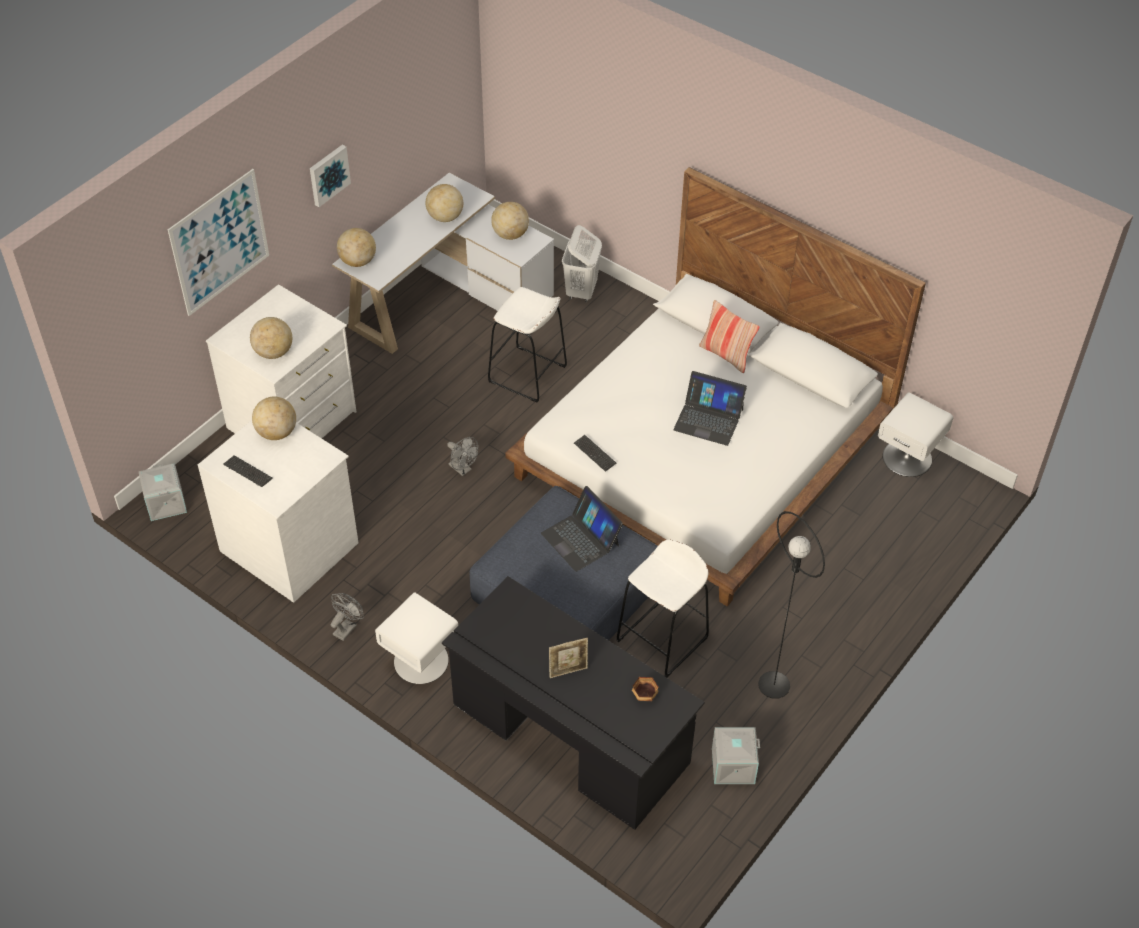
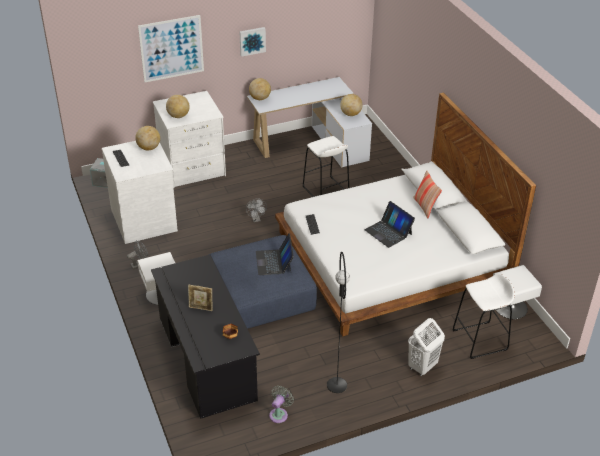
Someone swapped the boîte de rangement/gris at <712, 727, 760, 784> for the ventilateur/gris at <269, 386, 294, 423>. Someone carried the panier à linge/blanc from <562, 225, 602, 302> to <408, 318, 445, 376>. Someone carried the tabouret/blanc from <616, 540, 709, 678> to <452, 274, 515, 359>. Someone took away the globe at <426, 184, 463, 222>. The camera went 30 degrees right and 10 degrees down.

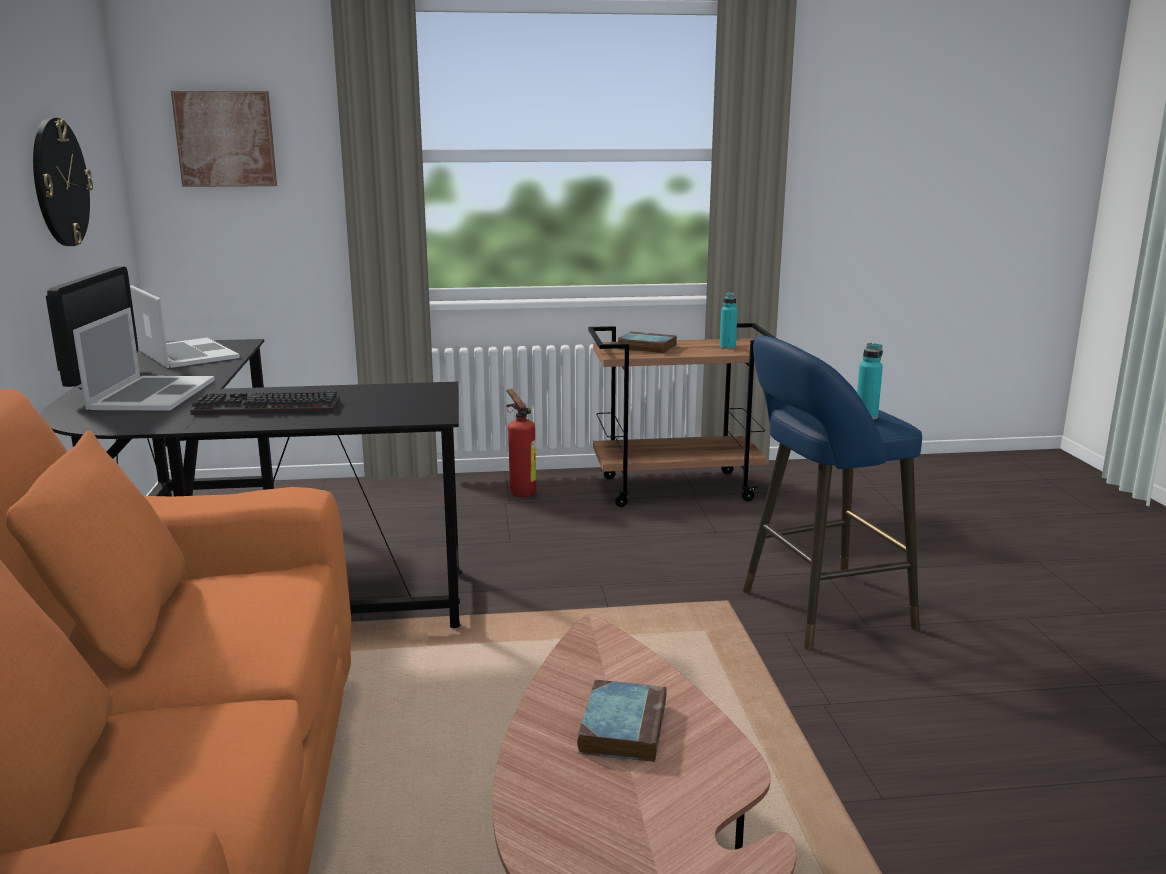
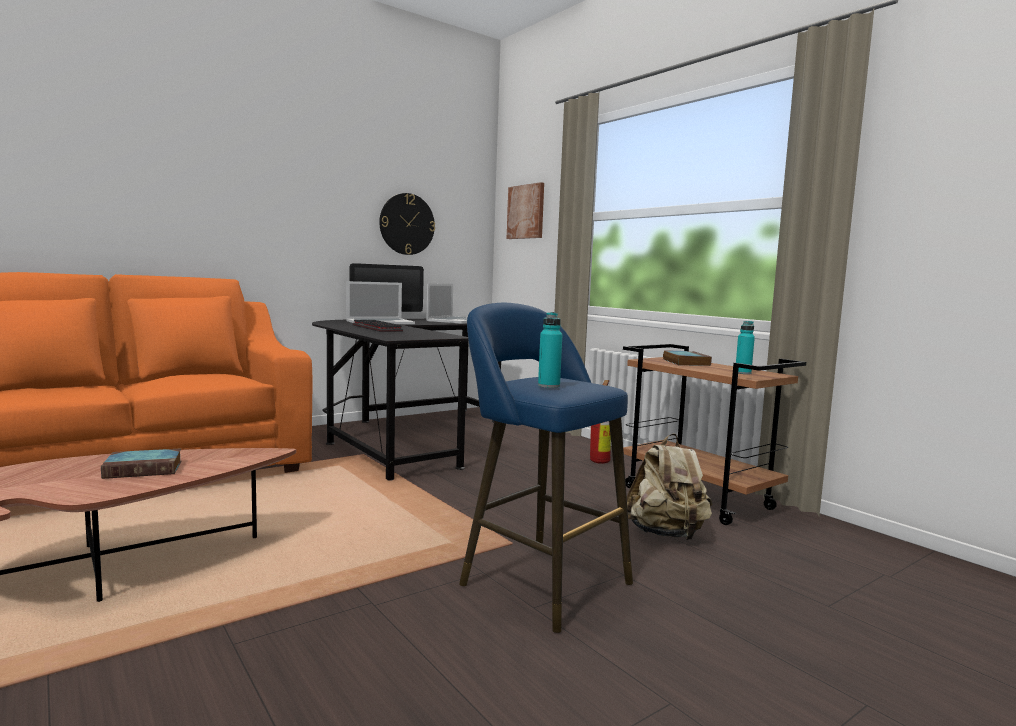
Someone put down the sac à dos/beige at <627, 433, 712, 540>. The camera went 60 degrees right and 10 degrees down.

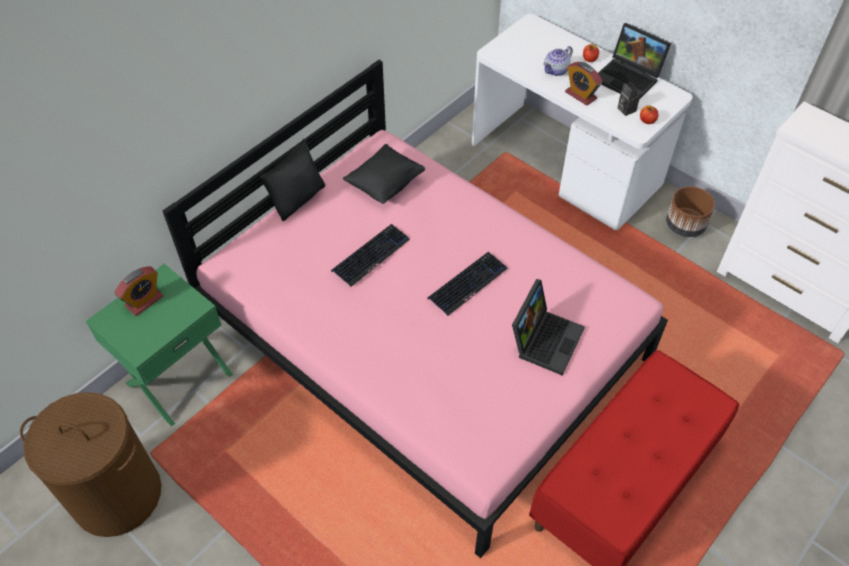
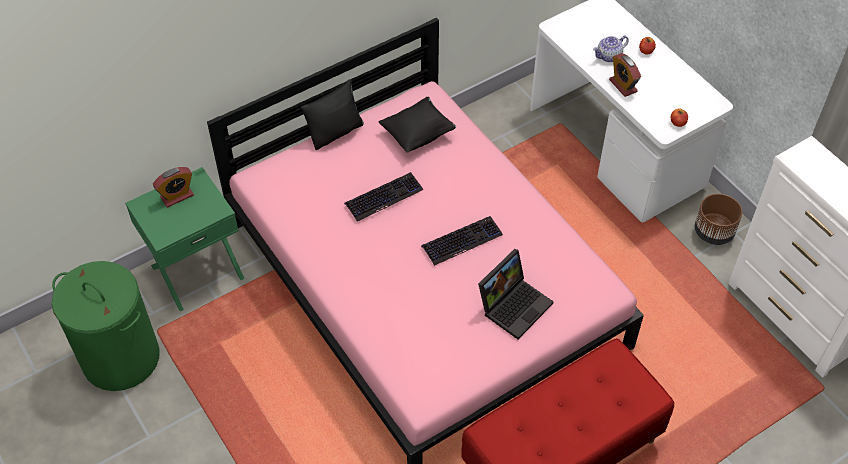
Someone repainted the panier à linge/marron at <20, 392, 161, 537>, which became the panier à linge/vert at <52, 261, 160, 391>. Someone took away the ordinateur portable at <598, 23, 671, 100>. Someone took away the appareil photo at <618, 82, 640, 116>. The camera went 15 degrees right and 0 degrees up.

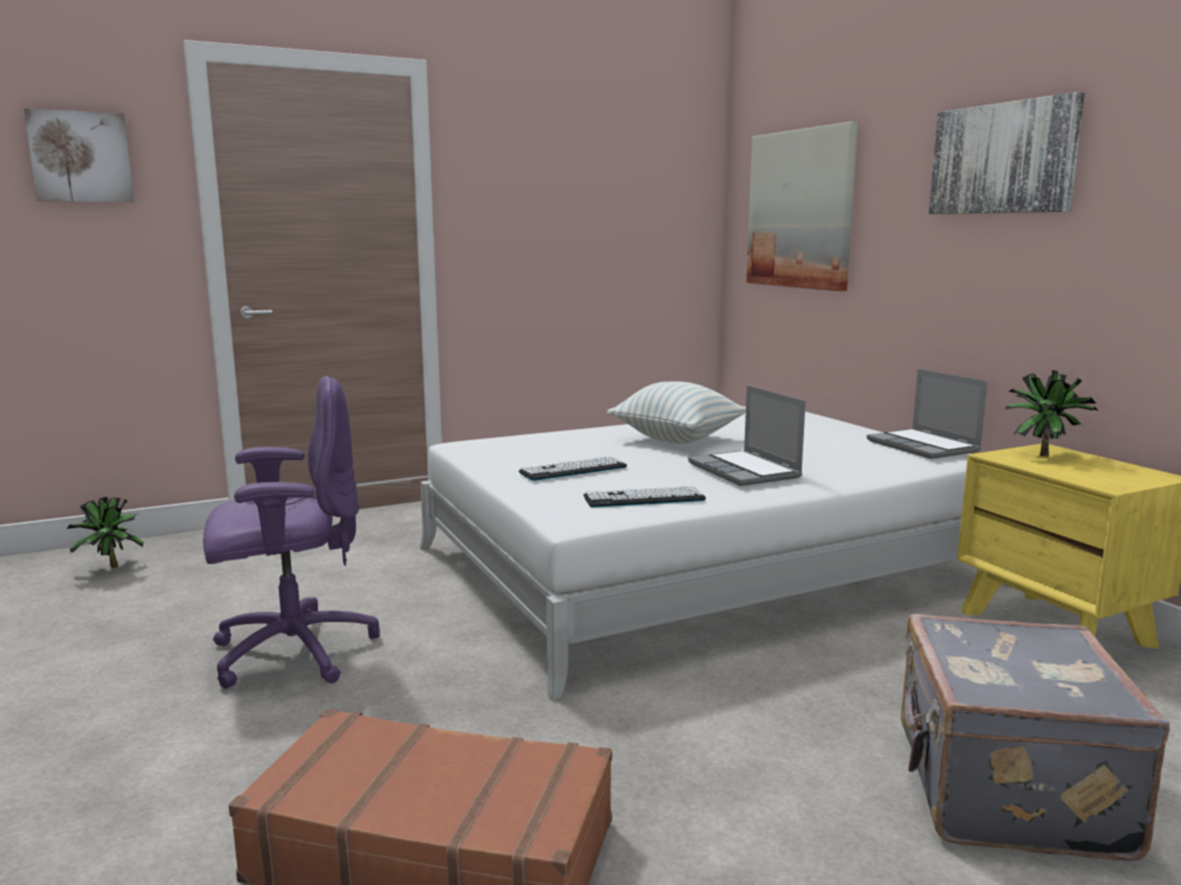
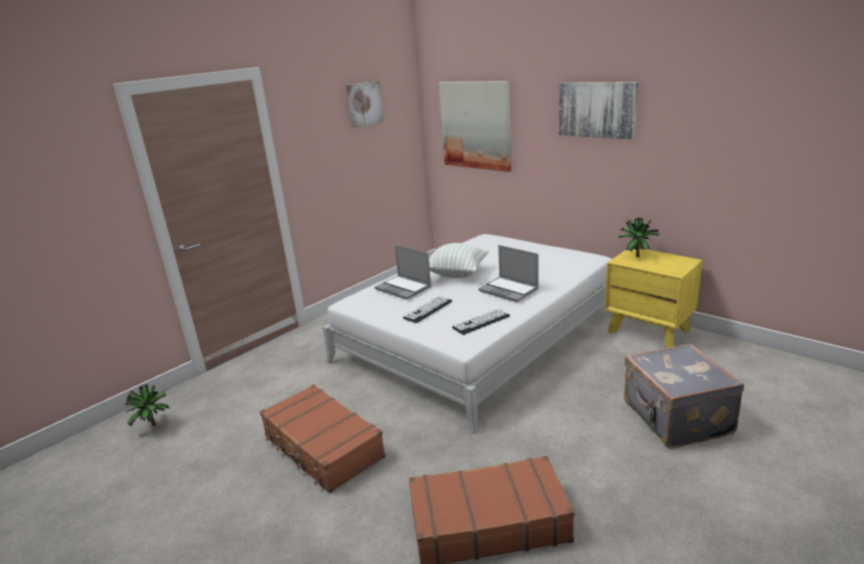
Someone swapped the chaise de bureau/violet at <203, 376, 380, 689> for the valise/marron at <260, 384, 386, 493>. Someone carried the tableau from <24, 108, 134, 202> to <346, 81, 384, 128>. Someone carried the ordinateur portable from <867, 369, 988, 459> to <375, 245, 431, 300>. The camera went 20 degrees left and 10 degrees up.

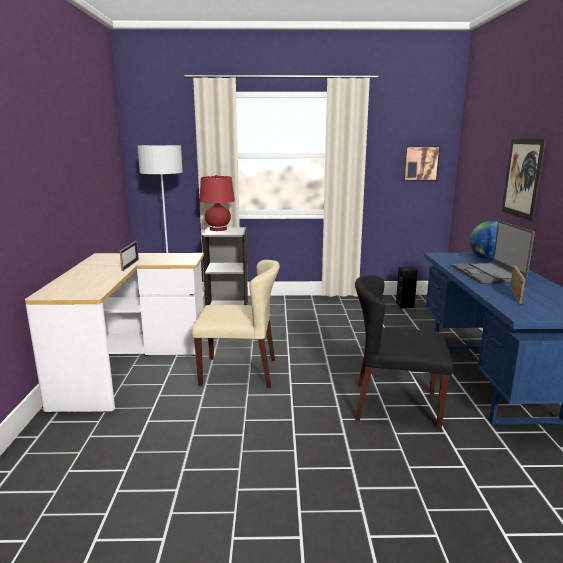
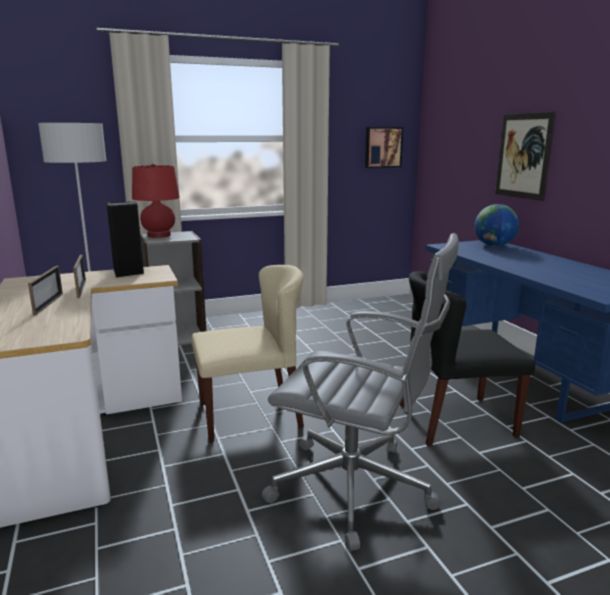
Someone carried the cadre photo from <510, 265, 526, 304> to <28, 266, 63, 316>. Someone carried the enceinte/noir from <396, 267, 418, 309> to <106, 202, 144, 277>. Someone put down the chaise de bureau/gris at <262, 233, 459, 551>. Someone took away the ordinateur portable at <453, 221, 535, 284>. The camera went 20 degrees left and 0 degrees up.

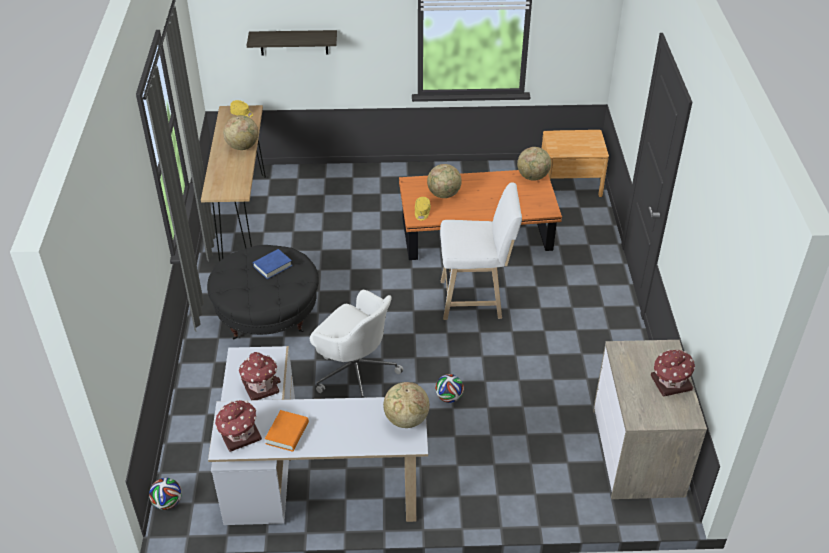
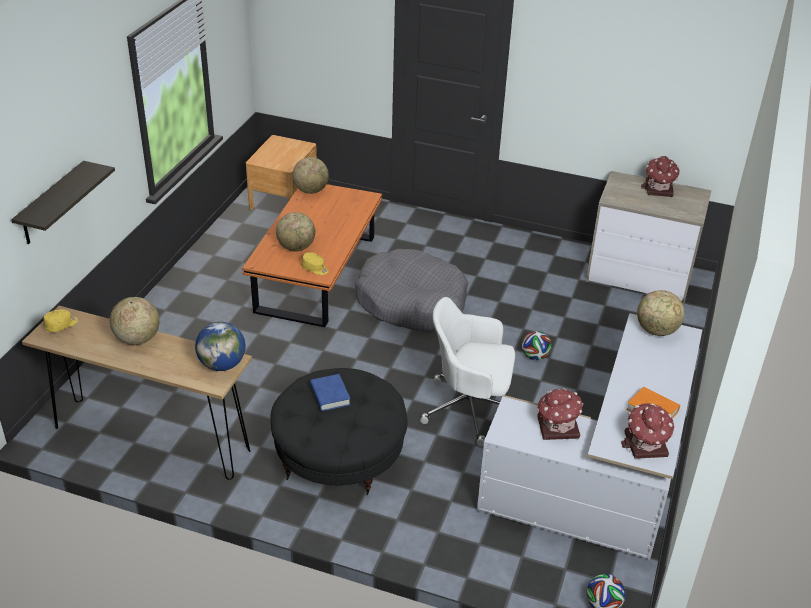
Someone put down the globe at <195, 322, 245, 371>. Someone swapped the tabouret/blanc at <440, 182, 522, 320> for the panier pour chien/gris at <355, 249, 468, 333>. Someone rotated the chaise de bureau/blanc at <310, 290, 403, 398> by 135 degrees counterclockwise. The camera went 70 degrees left and 5 degrees down.

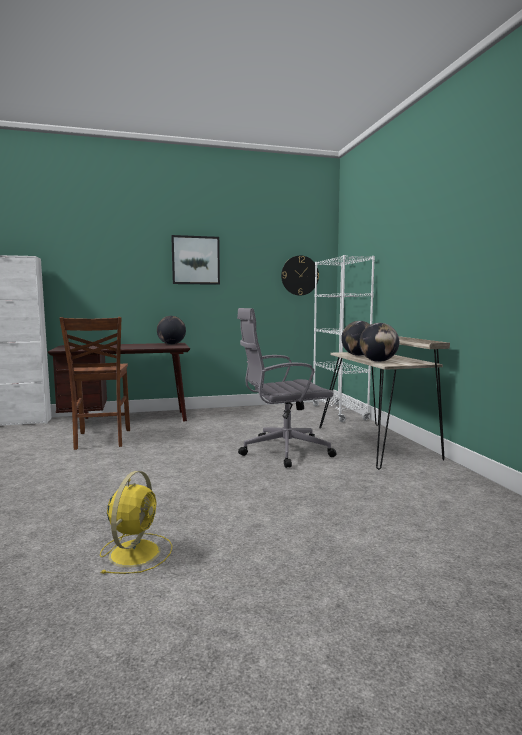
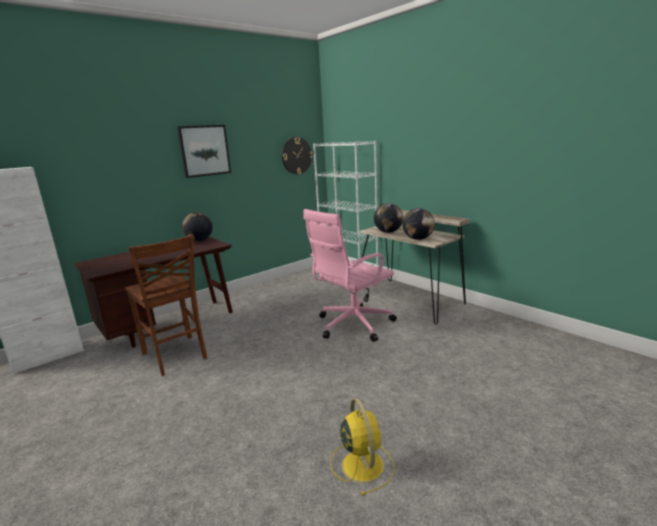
Someone repainted the chaise de bureau/gris at <237, 308, 337, 468>, which became the chaise de bureau/rose at <303, 209, 397, 342>. The camera went 25 degrees left and 10 degrees up.

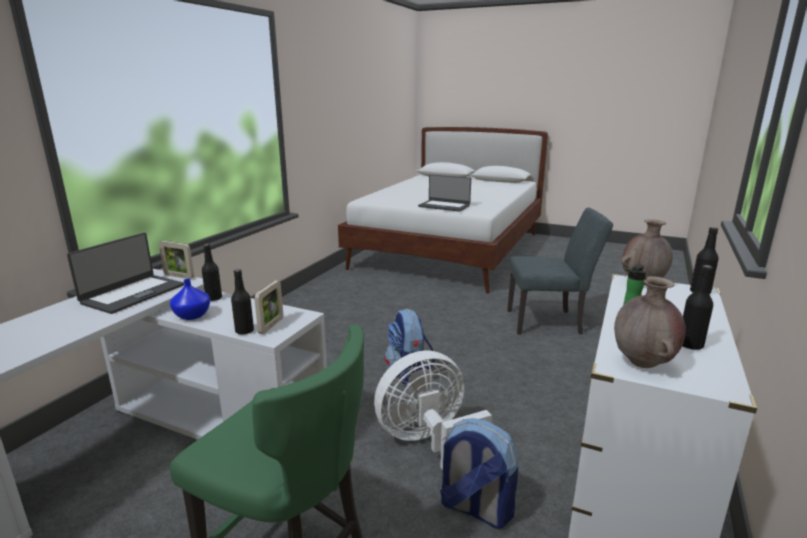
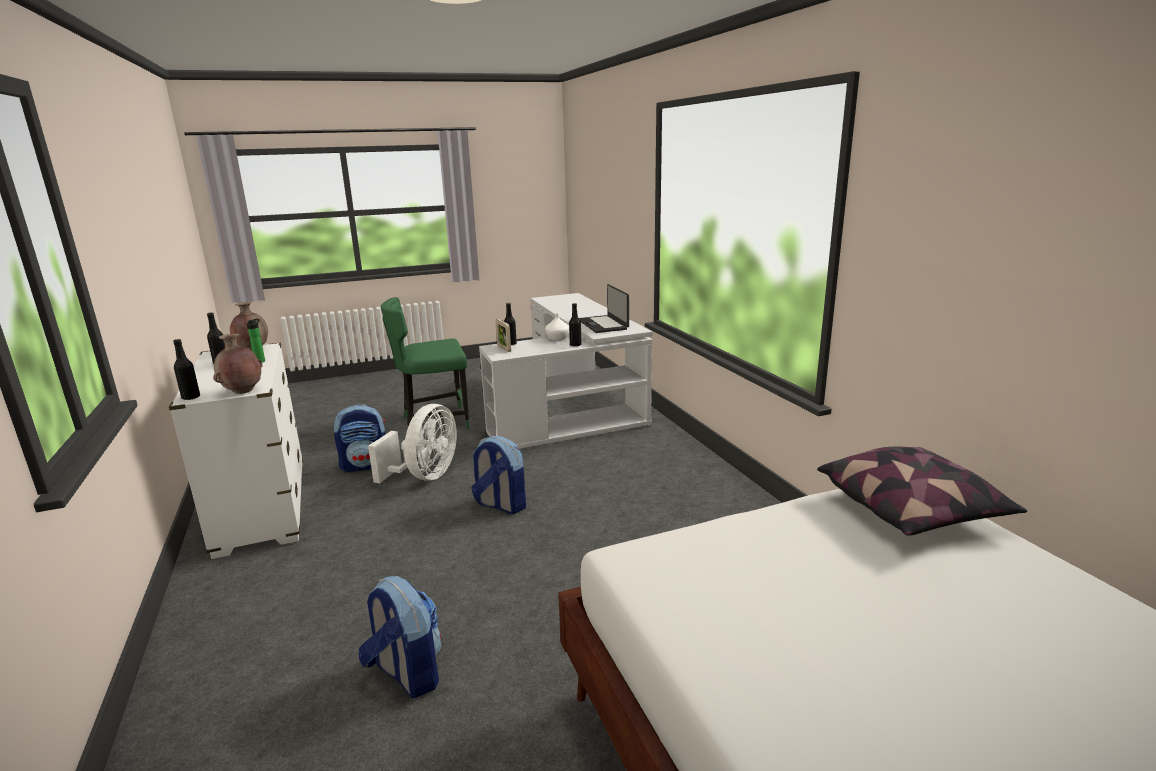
Someone swapped the chaise/gris at <507, 208, 613, 335> for the sac à dos at <359, 576, 441, 698>. Someone repainted the vase/bleu at <170, 279, 210, 320>, which became the vase/blanc at <545, 313, 569, 341>. Someone put down the coussin at <817, 447, 1027, 536>. Someone took away the cadre photo at <159, 241, 194, 279>. Someone took away the ordinateur portable at <418, 174, 471, 212>. The camera went 135 degrees right and 0 degrees up.

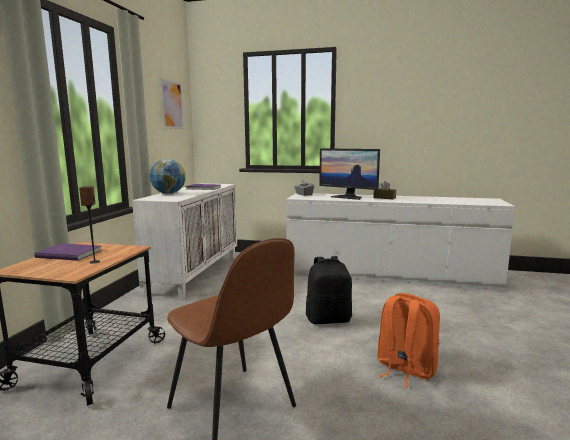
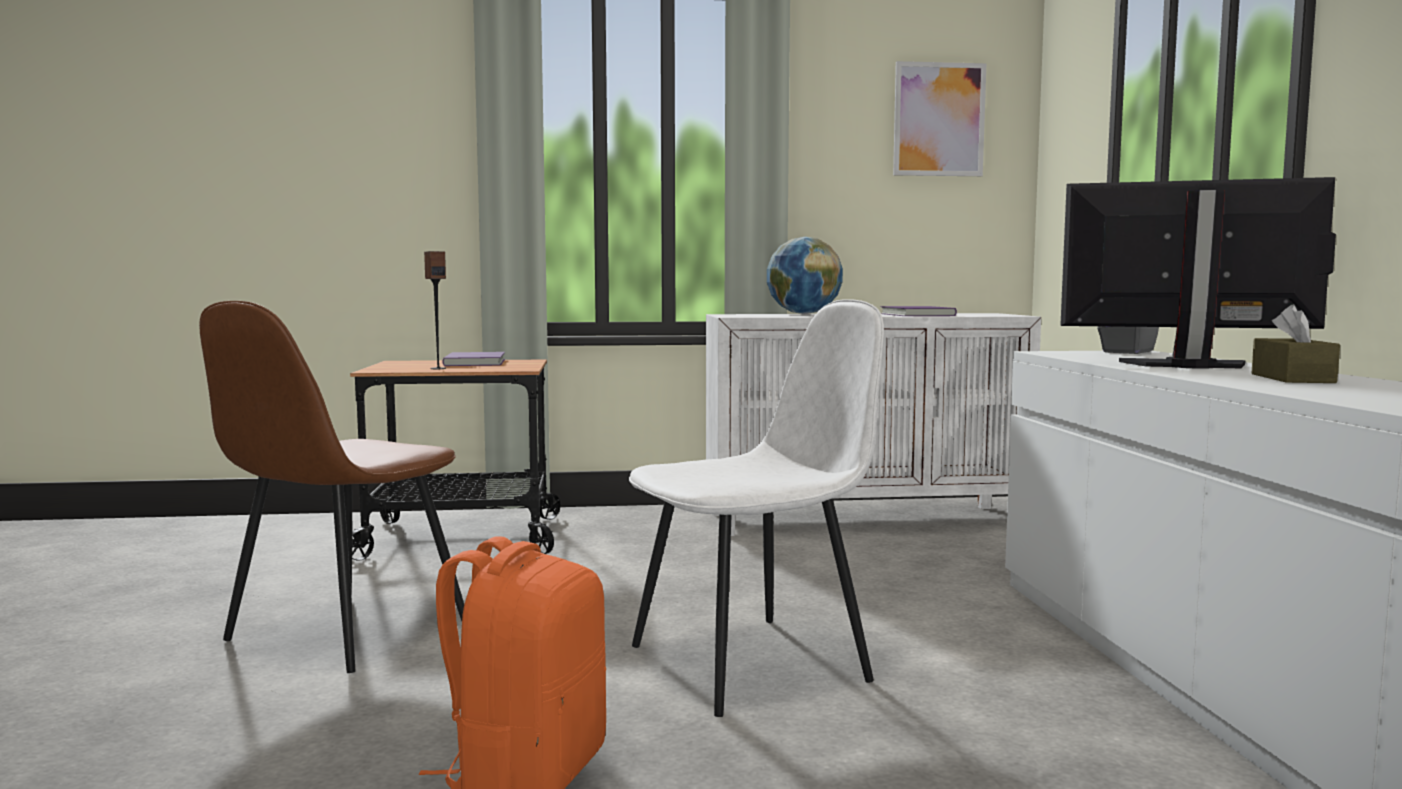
Someone swapped the sac à dos/noir at <306, 256, 352, 324> for the chaise/blanc at <629, 299, 884, 717>. Someone rotated the écran d'ordinateur at <319, 148, 380, 200> by 90 degrees clockwise. The camera went 70 degrees right and 5 degrees down.

